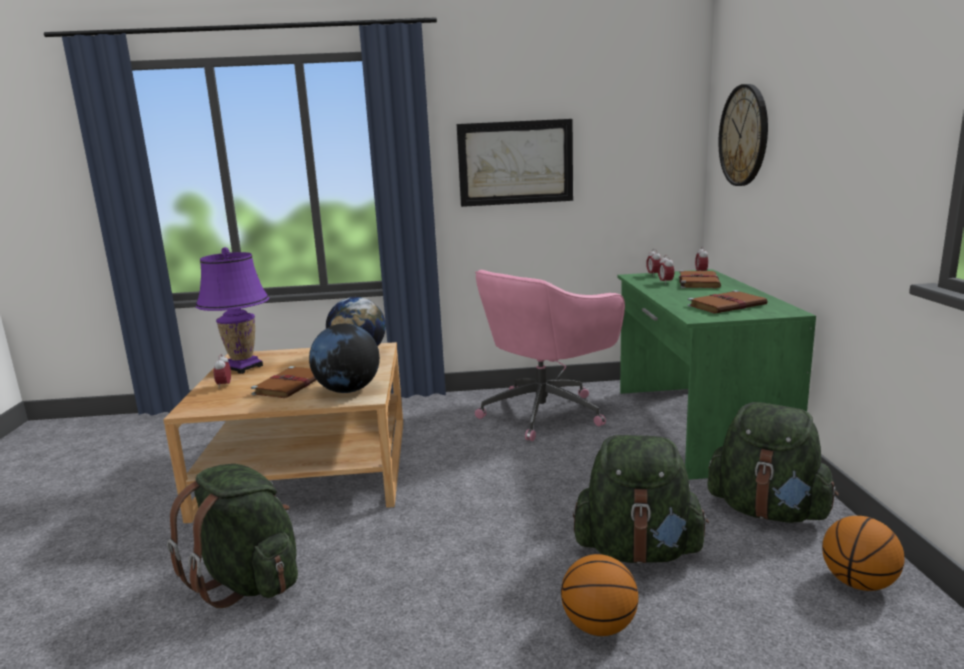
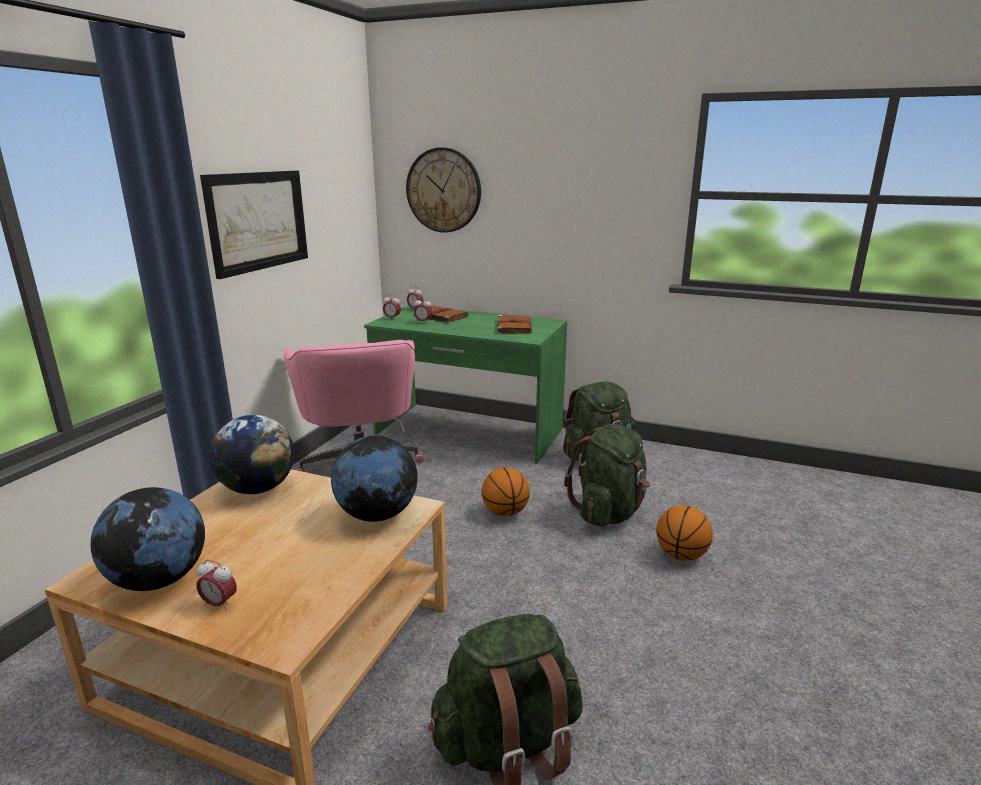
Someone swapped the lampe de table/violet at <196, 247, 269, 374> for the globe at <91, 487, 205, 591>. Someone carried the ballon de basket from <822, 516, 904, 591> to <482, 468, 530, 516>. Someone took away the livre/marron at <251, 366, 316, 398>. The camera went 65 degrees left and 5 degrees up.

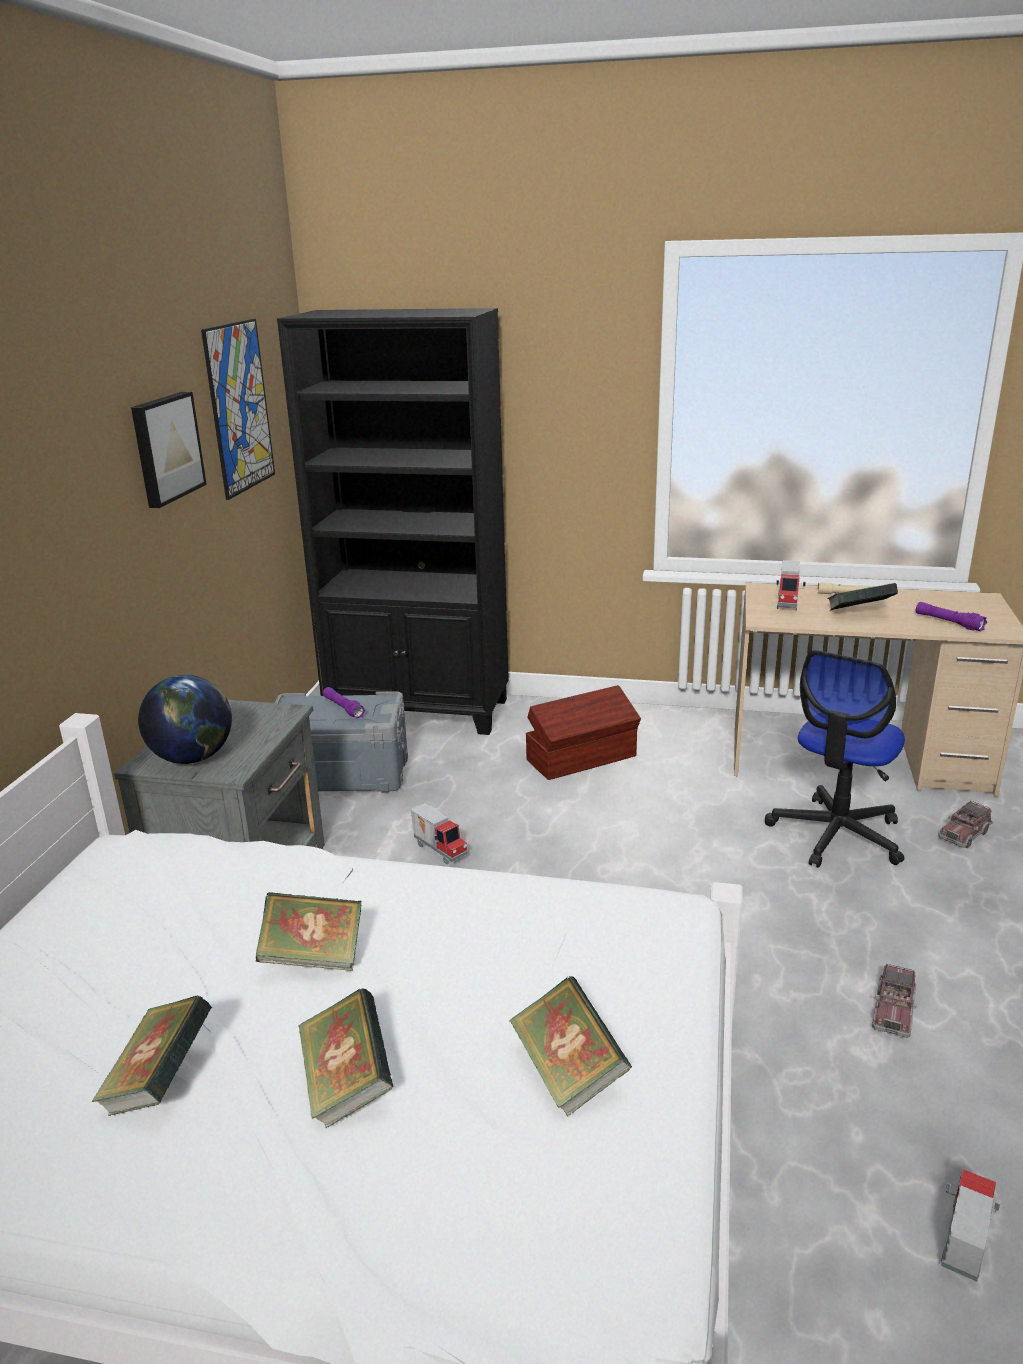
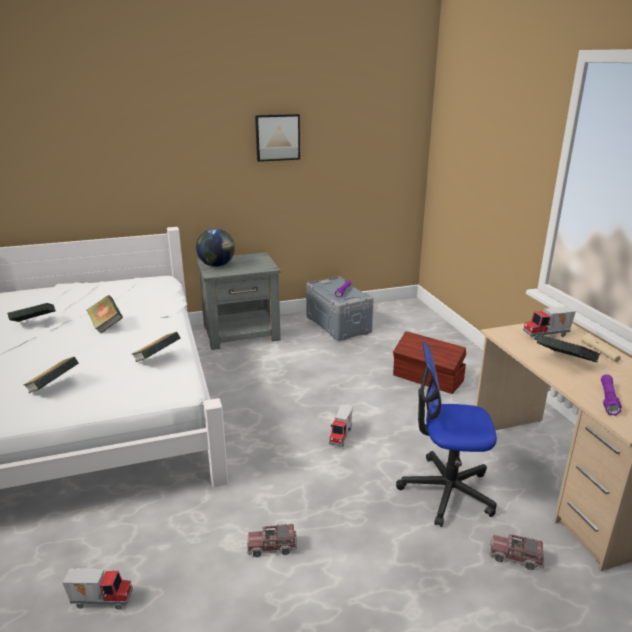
Someone carried the livre from <299, 988, 394, 1129> to <131, 332, 181, 362>. Someone carried the camion jouet from <411, 803, 468, 864> to <329, 405, 353, 447>. Someone took away the tableau at <201, 319, 275, 500>. Someone took away the bibliothèque/noir at <277, 308, 509, 735>. The camera went 60 degrees right and 0 degrees up.

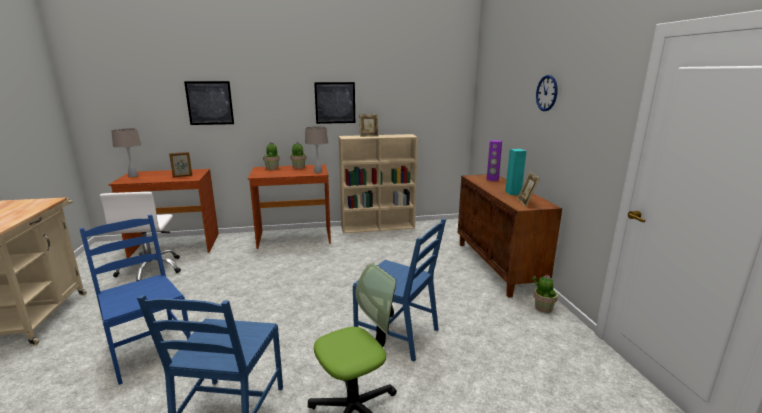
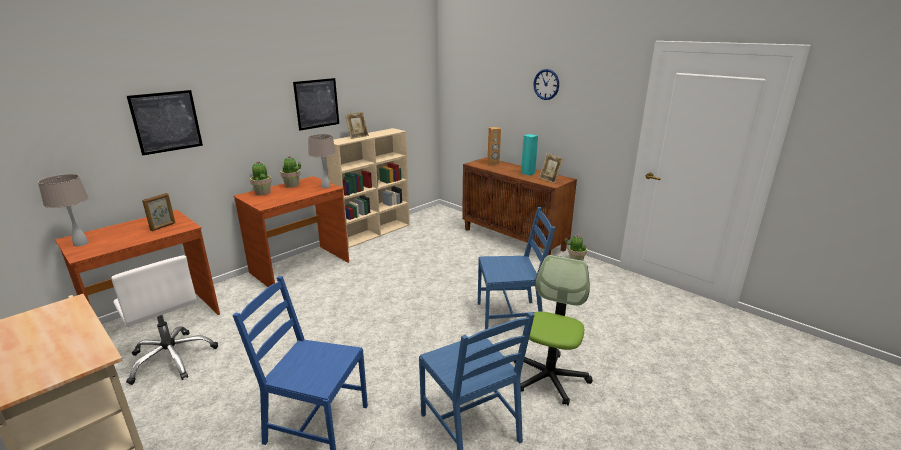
Someone repainted the enceinte/violet at <486, 140, 502, 181>, which became the enceinte/marron at <488, 127, 501, 165>. The camera went 35 degrees left and 5 degrees up.

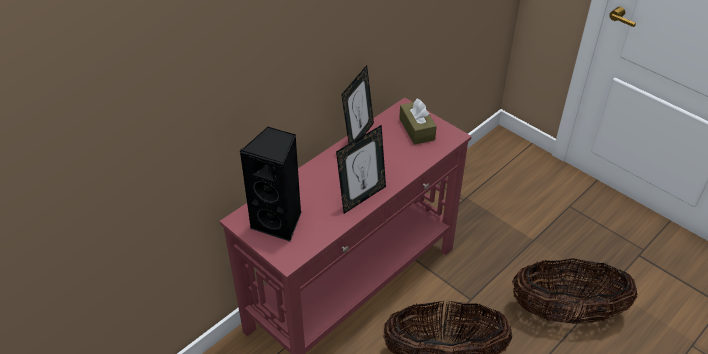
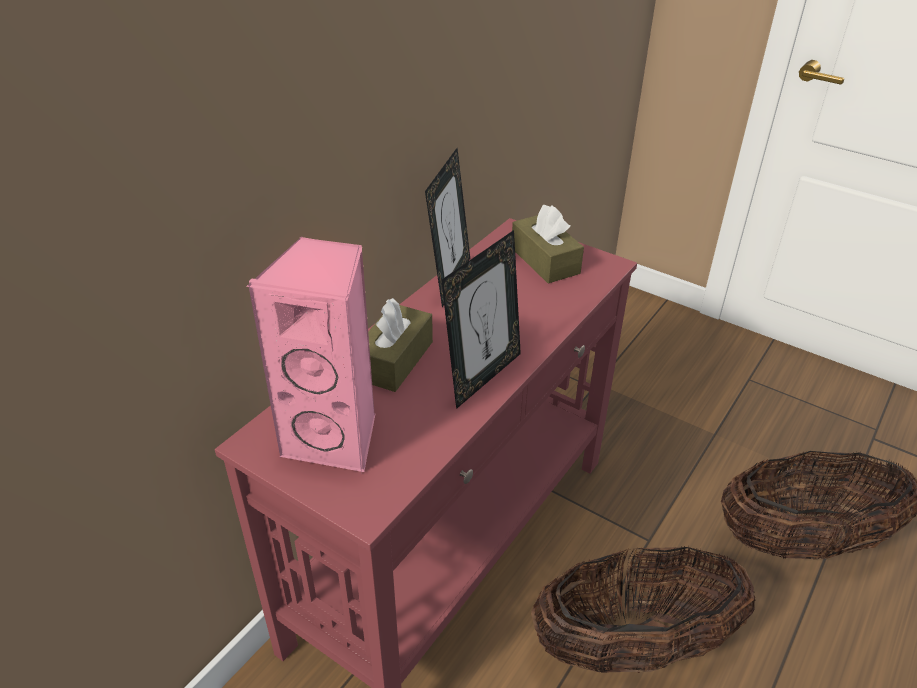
Someone repainted the enceinte/noir at <239, 127, 301, 241>, which became the enceinte/rose at <246, 237, 375, 473>. Someone put down the boîte à mouchoirs/marron at <368, 298, 433, 392>. The camera went 10 degrees left and 5 degrees down.

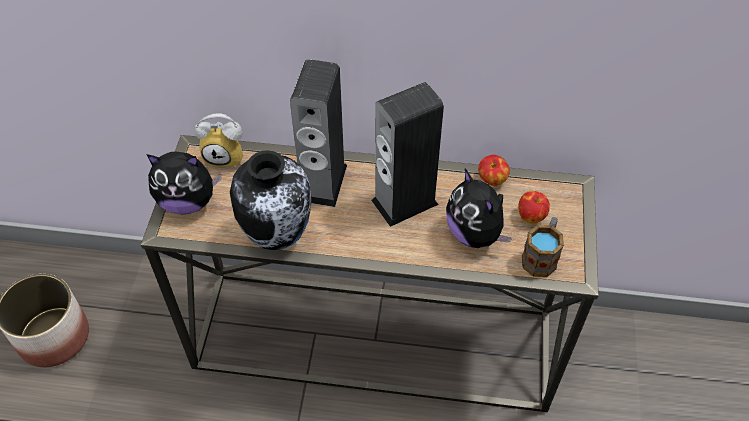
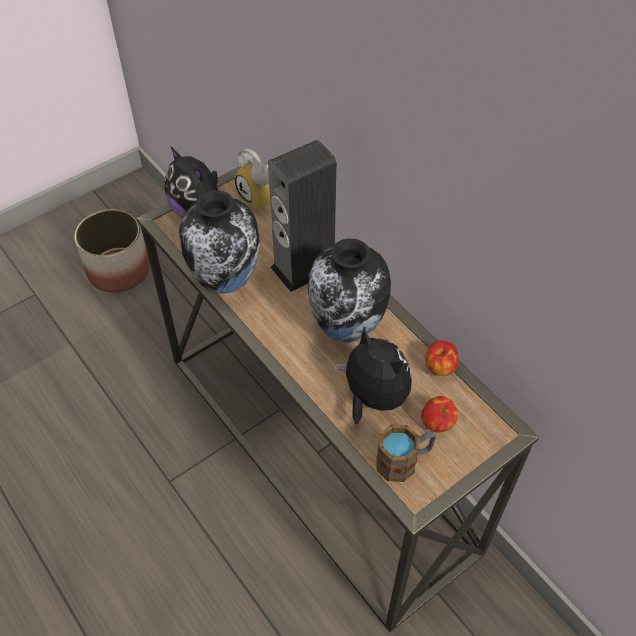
Someone swapped the enceinte at <371, 82, 444, 227> for the vase at <308, 238, 391, 342>. Someone rotated the peluche at <446, 169, 512, 248> by 120 degrees clockwise. The camera went 45 degrees right and 0 degrees up.

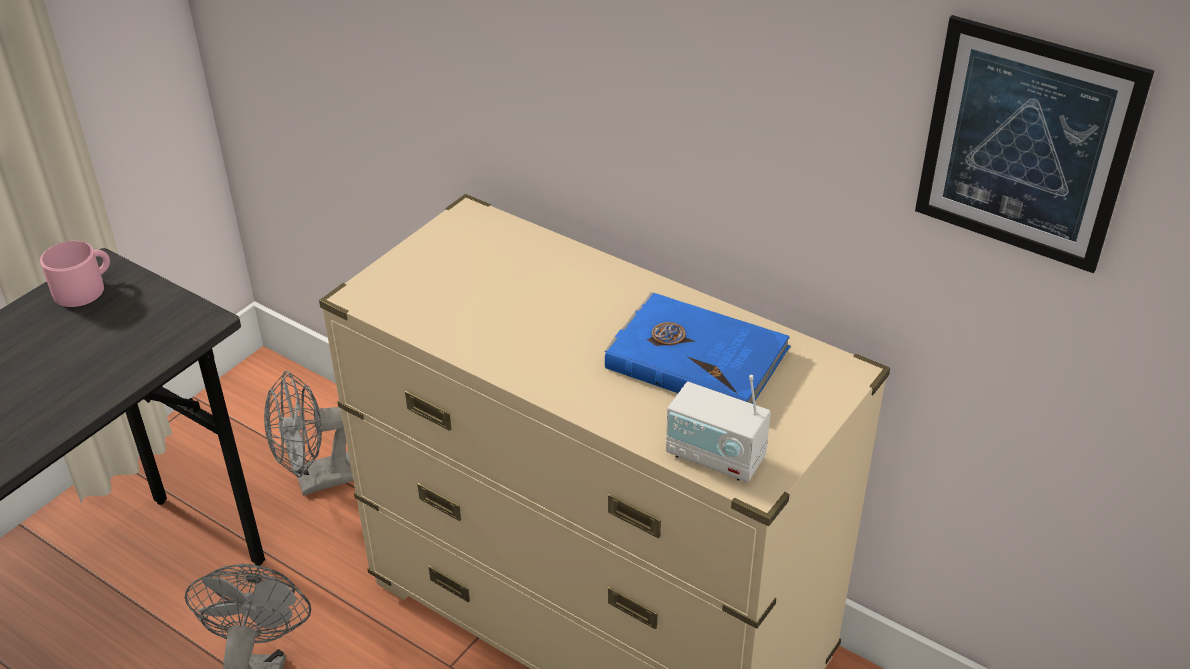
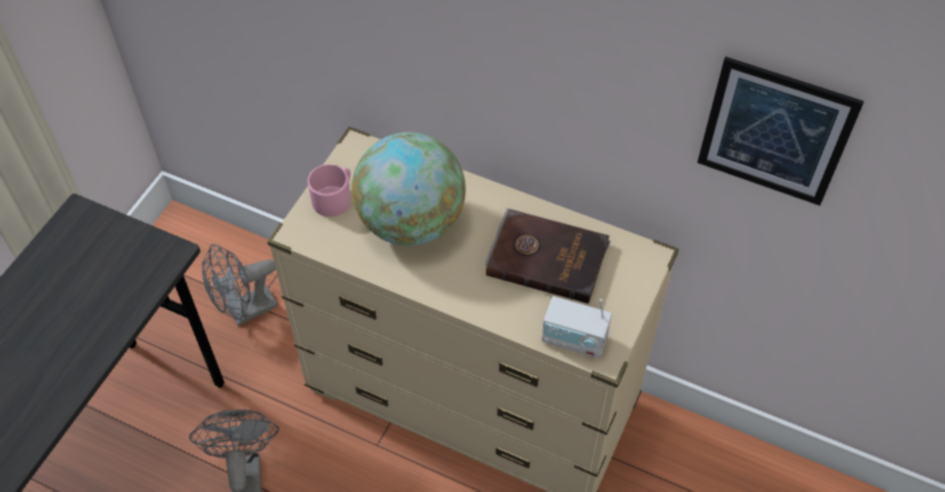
Someone carried the mug/rose from <40, 241, 110, 307> to <308, 164, 351, 217>. Someone put down the globe at <352, 132, 466, 246>. Someone repainted the livre/bleu at <605, 292, 791, 404>, which became the livre/marron at <485, 208, 610, 304>. The camera went 10 degrees left and 15 degrees up.

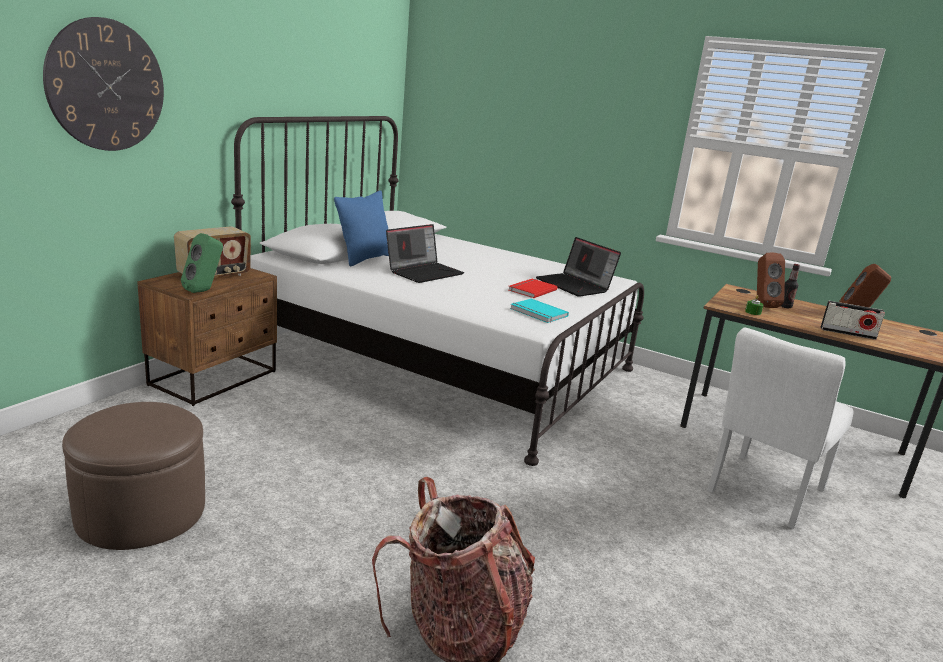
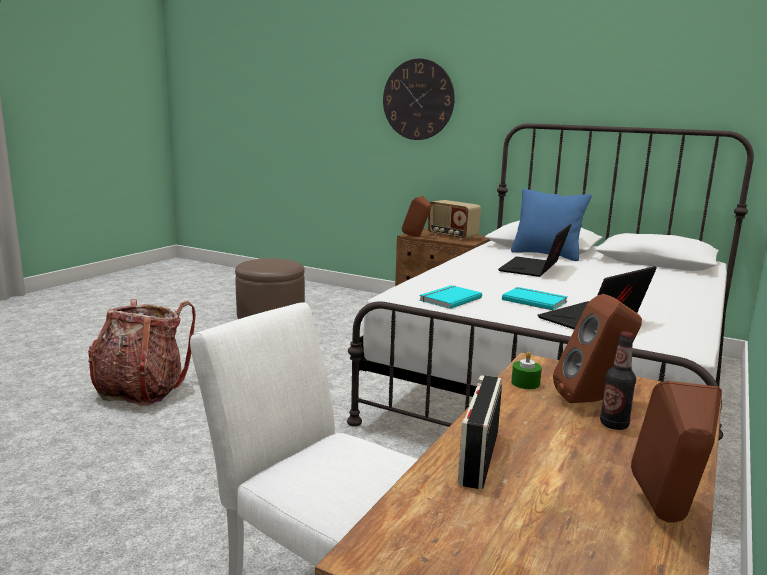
Someone repainted the enceinte/vert at <181, 233, 223, 293>, which became the enceinte/marron at <402, 196, 431, 237>. Someone rotated the ordinateur portable at <386, 224, 464, 283> by 75 degrees clockwise. Someone repainted the livre/rouge at <509, 279, 558, 298>, which became the livre/turquoise at <502, 287, 568, 310>. The camera went 90 degrees right and 5 degrees down.

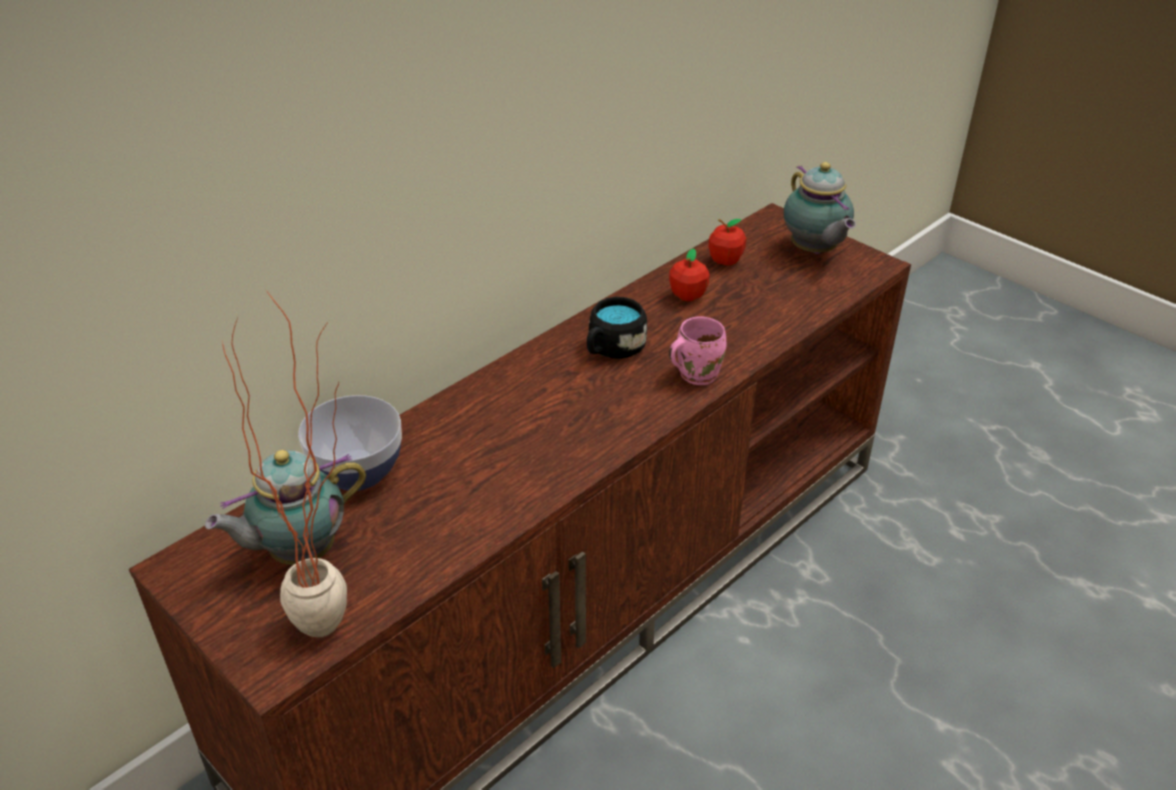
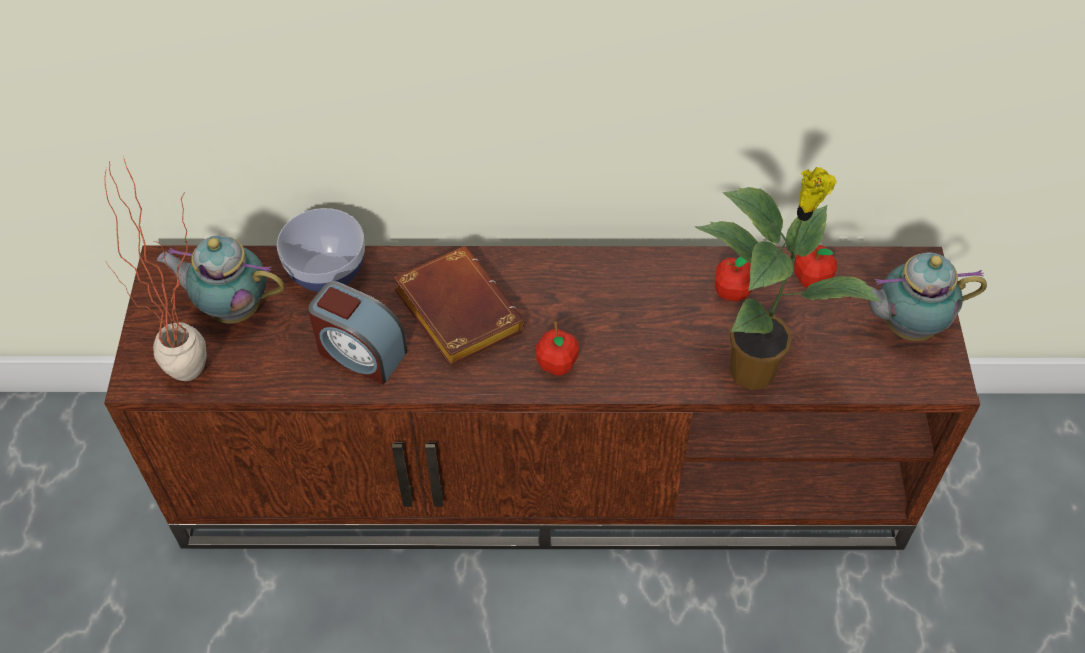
Someone put down the réveil at <308, 281, 407, 385>. Someone put down the livre/marron at <394, 247, 526, 367>. Someone put down the pomme at <536, 321, 579, 375>. Someone put down the plante en pot at <695, 167, 882, 390>. Someone rotated the théière at <784, 162, 856, 254> by 60 degrees clockwise. Someone took away the mug/noir at <587, 297, 647, 359>. Someone took away the mug/rose at <669, 316, 726, 385>. The camera went 45 degrees right and 15 degrees up.

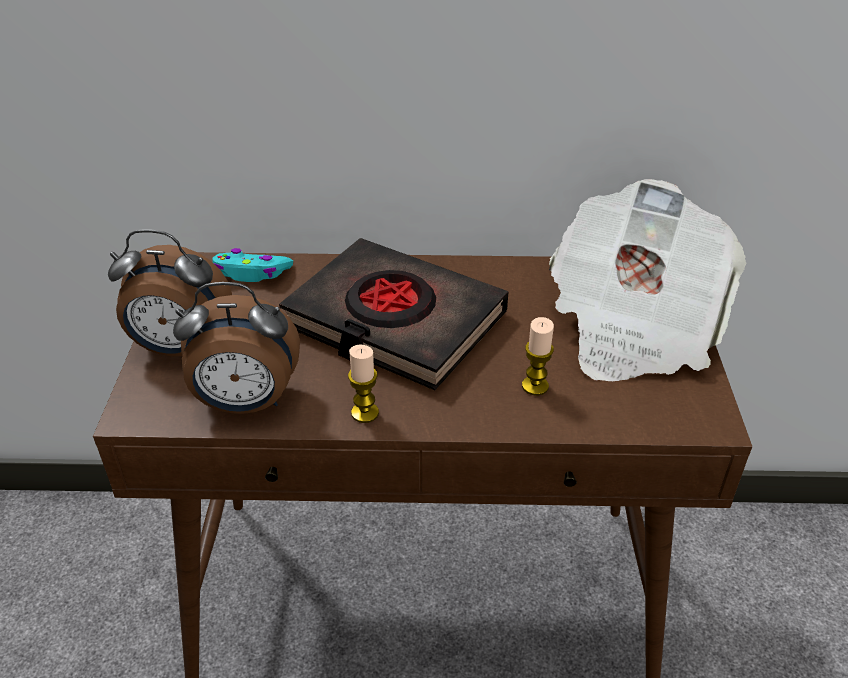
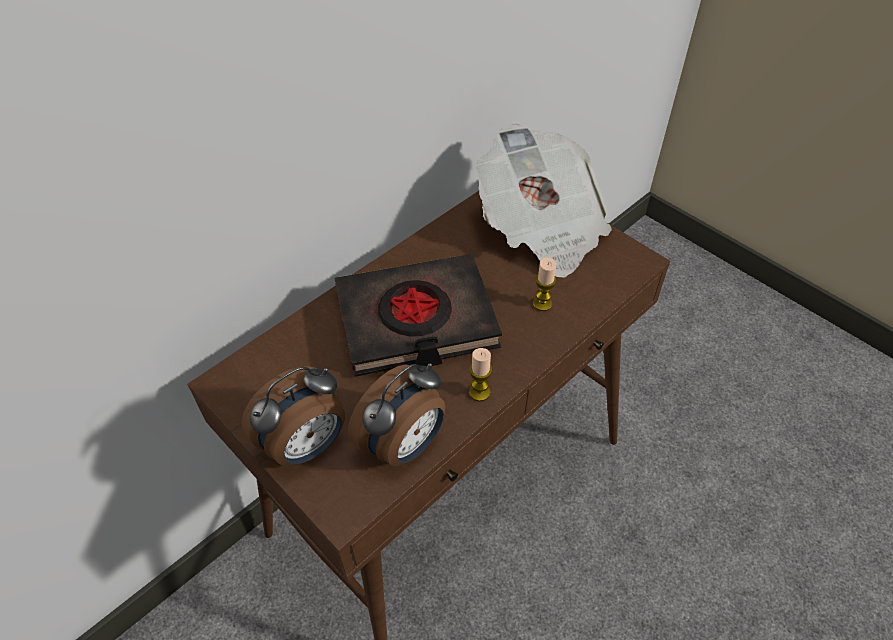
Someone took away the manette/turquoise at <212, 248, 293, 282>. The camera went 45 degrees left and 10 degrees up.

